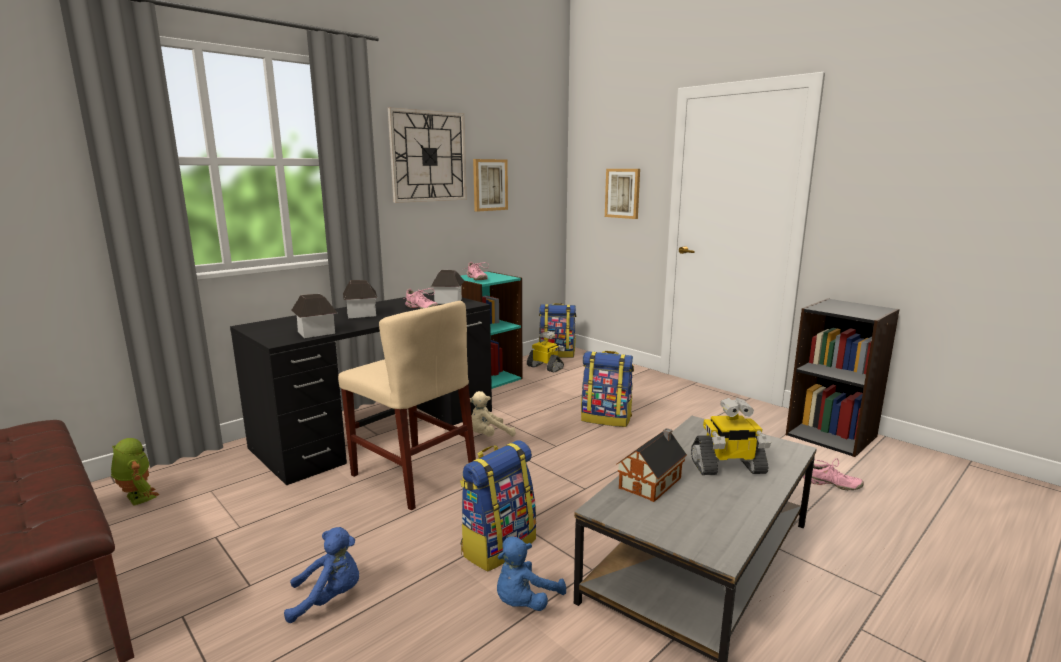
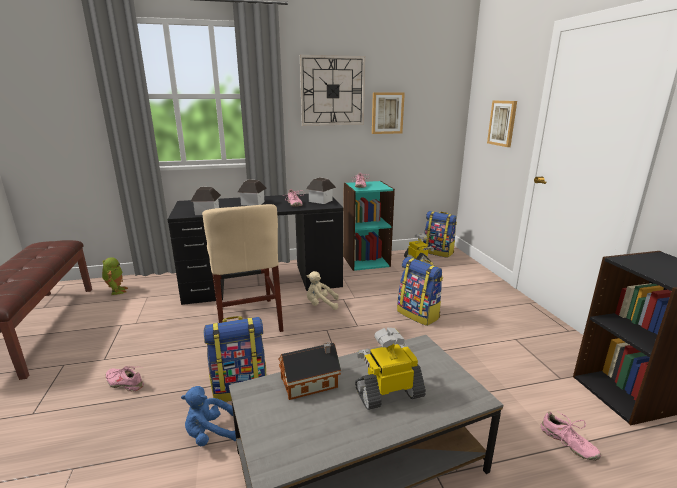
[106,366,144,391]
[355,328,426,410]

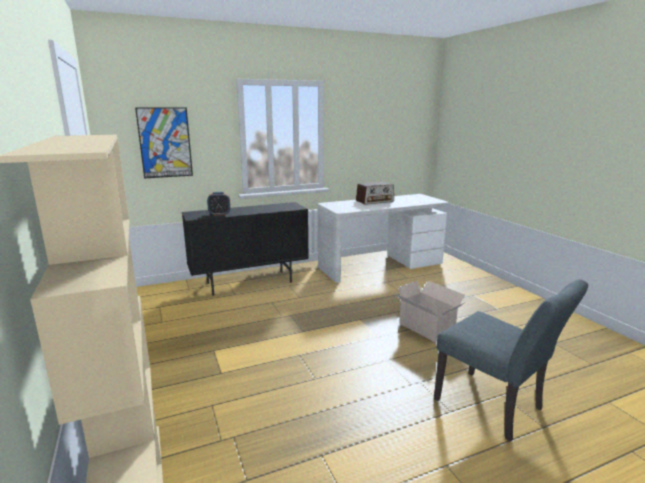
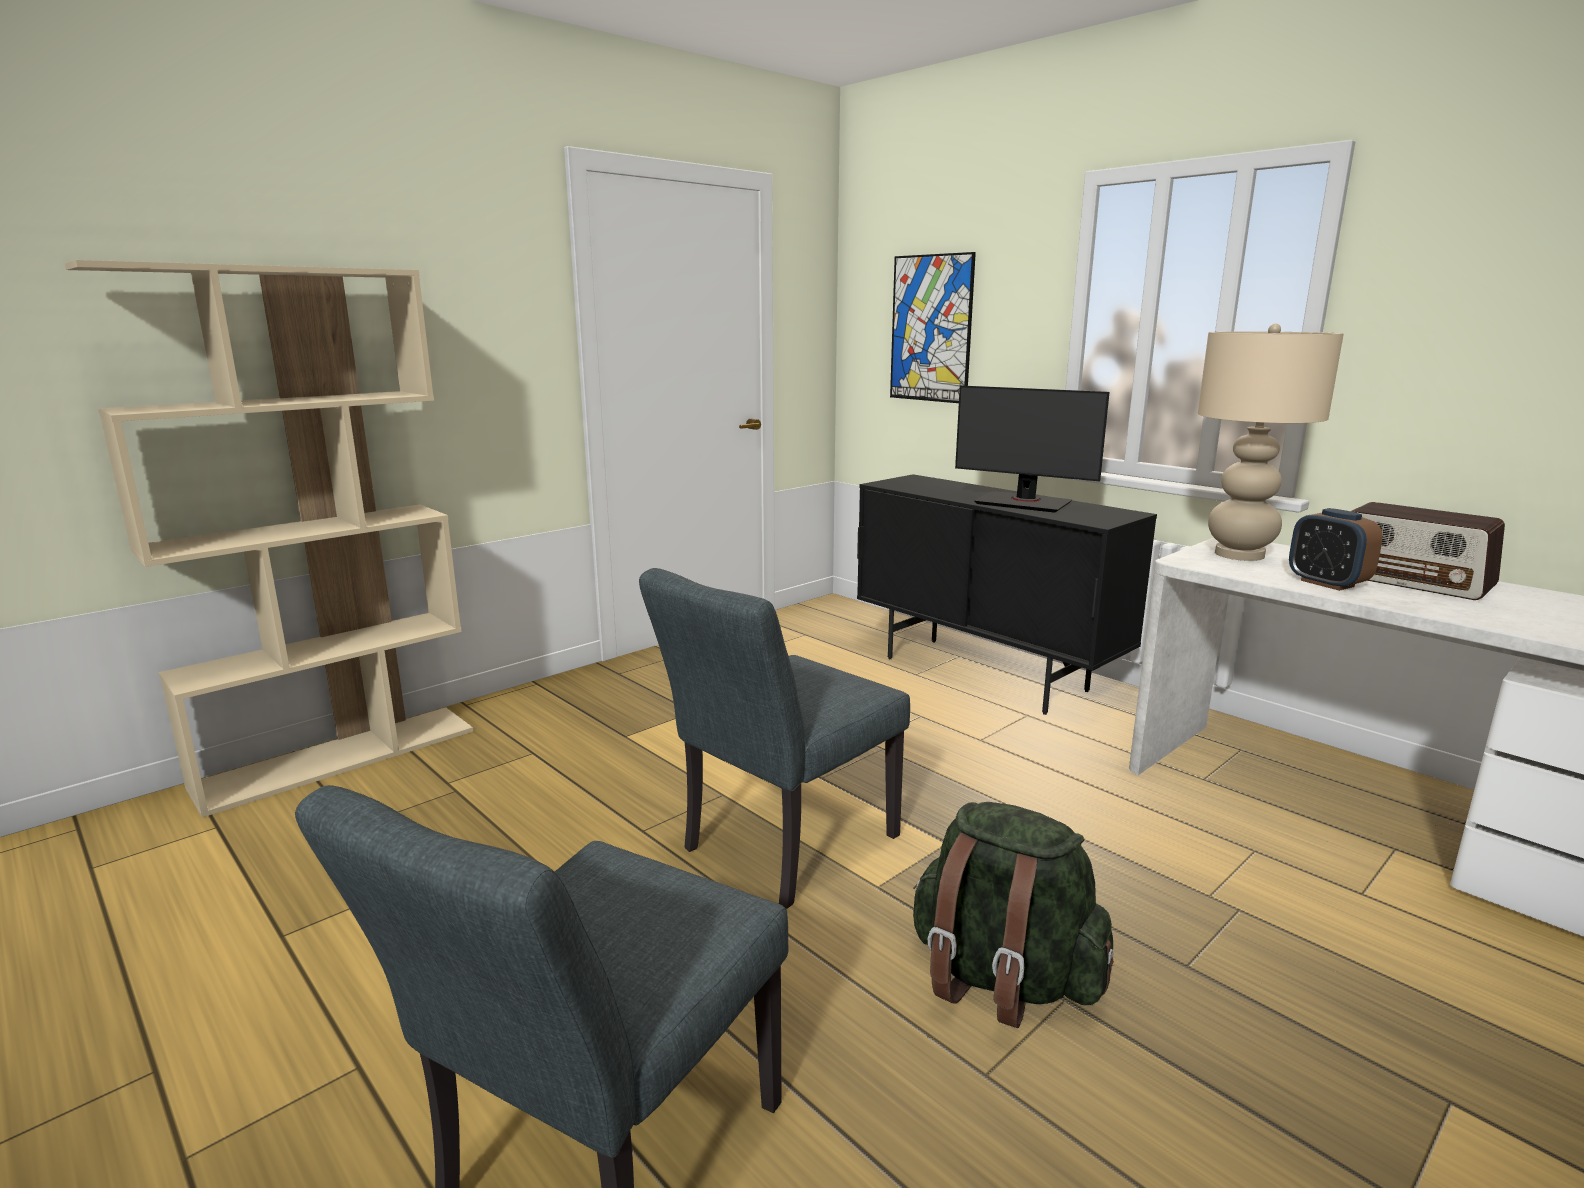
[639,568,910,909]
[955,385,1110,513]
[1198,323,1344,561]
[1289,508,1383,591]
[913,802,1114,1028]

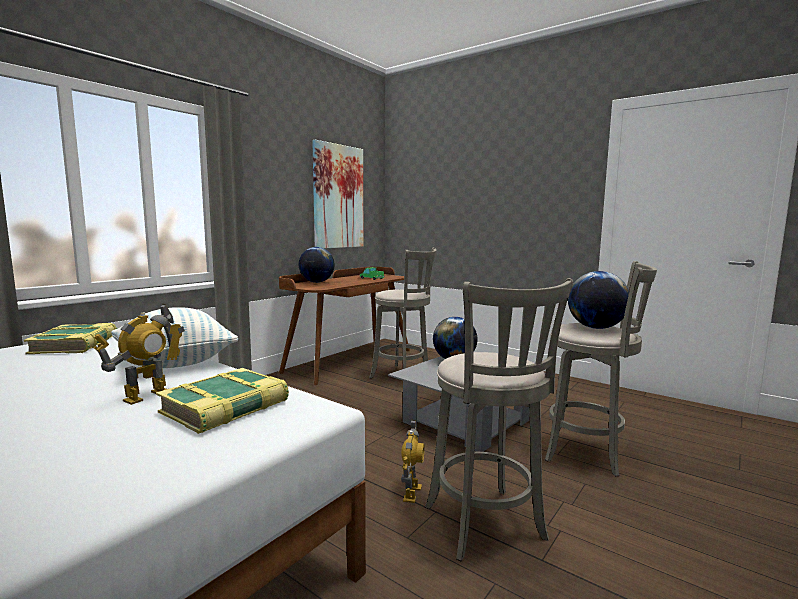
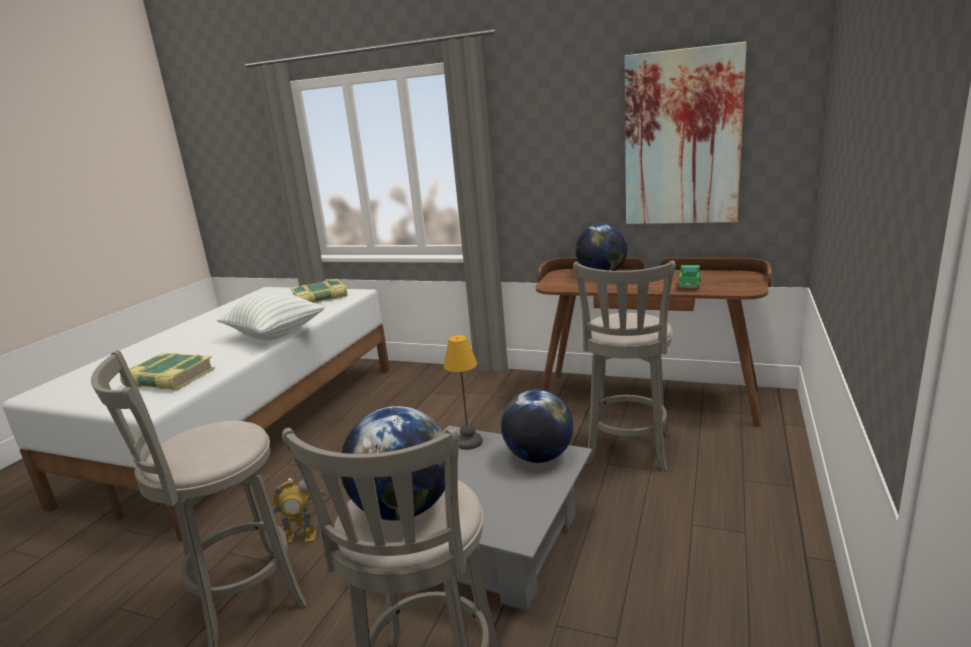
[94,304,185,405] (first image)
[444,335,483,450]

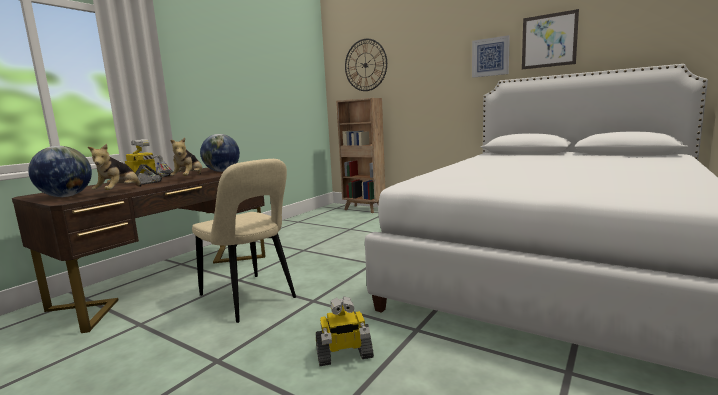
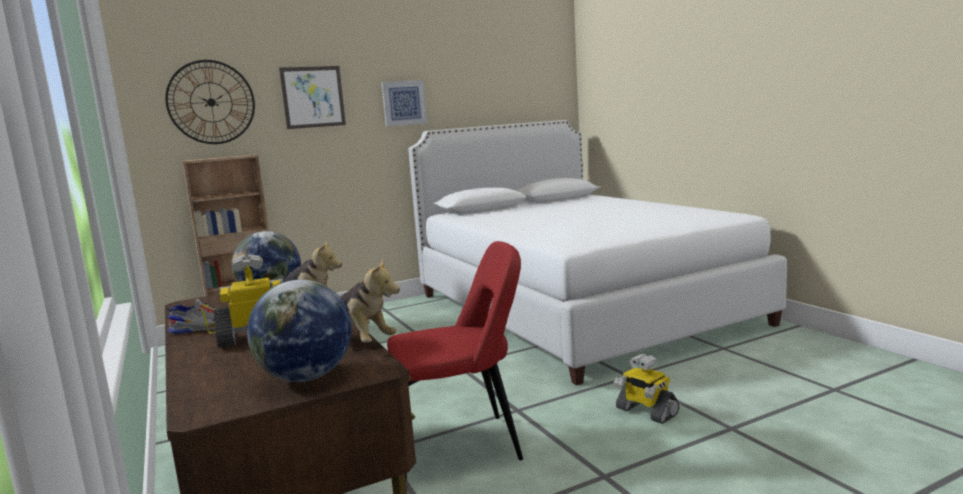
[279,66,346,129]
[387,241,523,481]
[614,354,680,424]

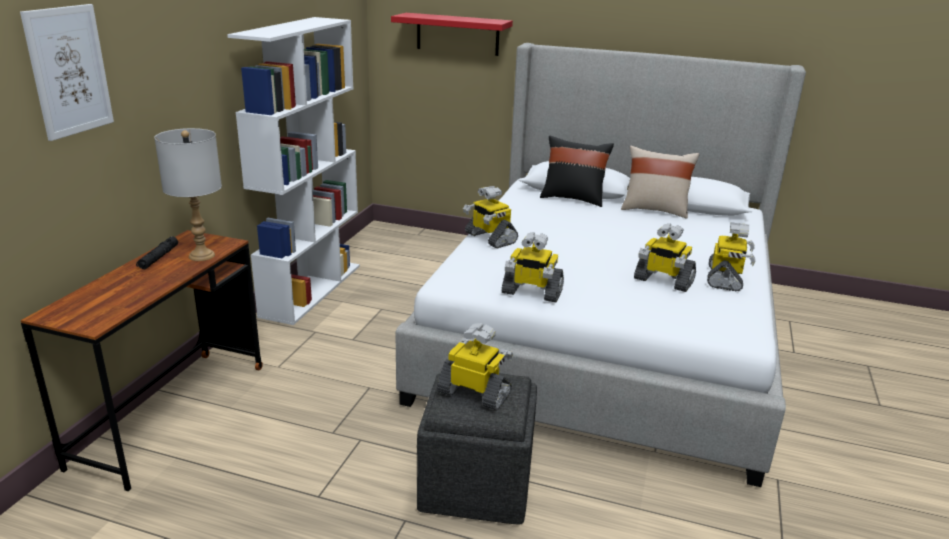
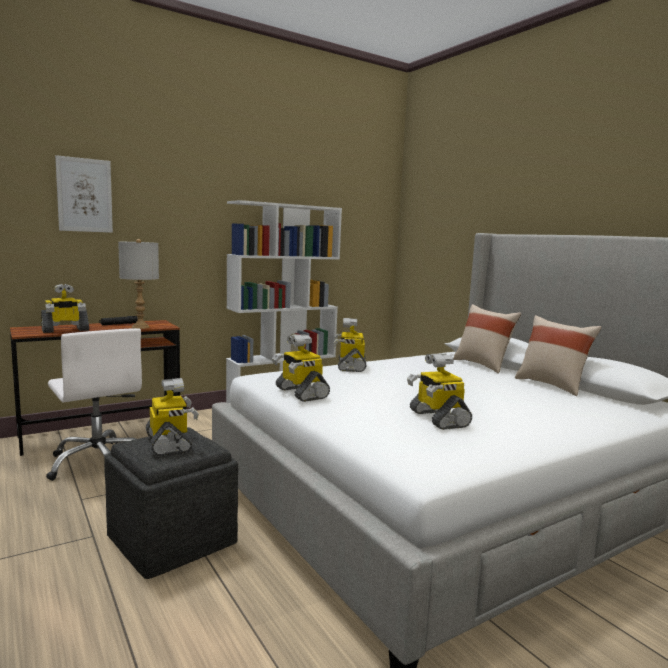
[391,13,513,56] (first image)
[46,328,142,481]
[41,284,89,333]
[453,304,521,374]

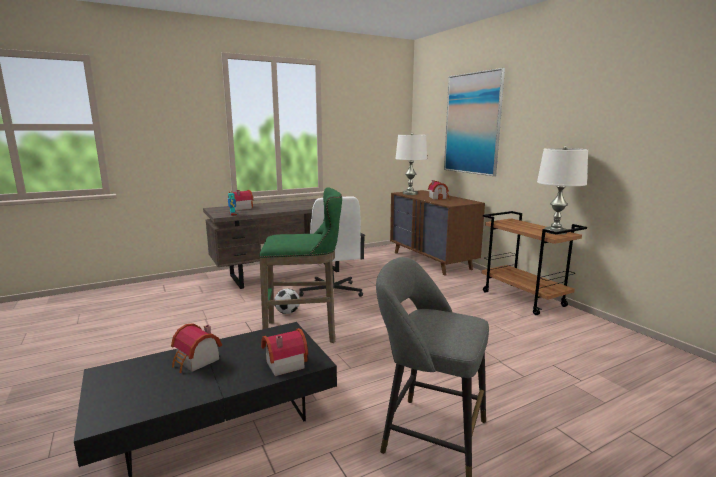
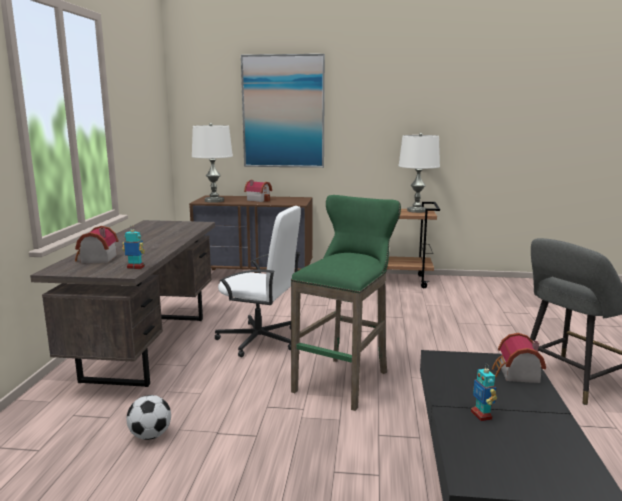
[126,395,171,440]
[471,363,497,421]

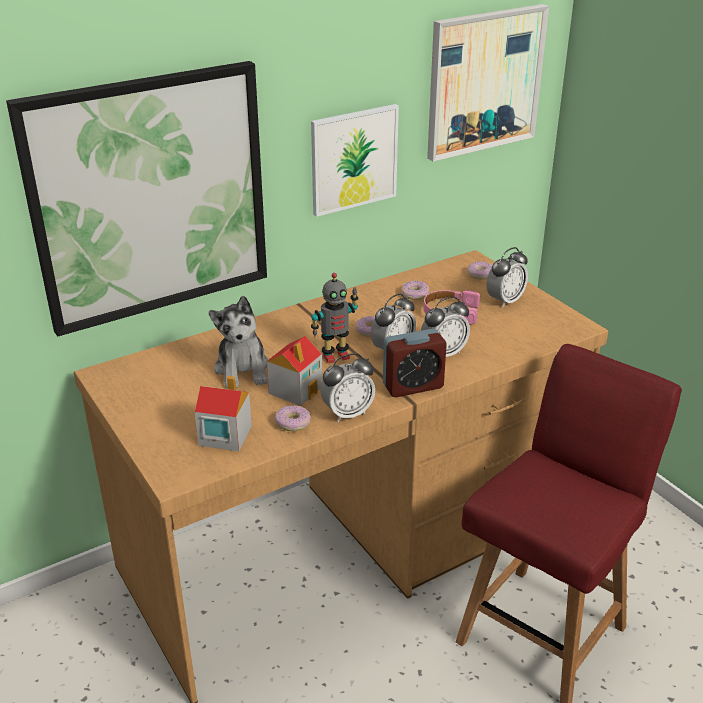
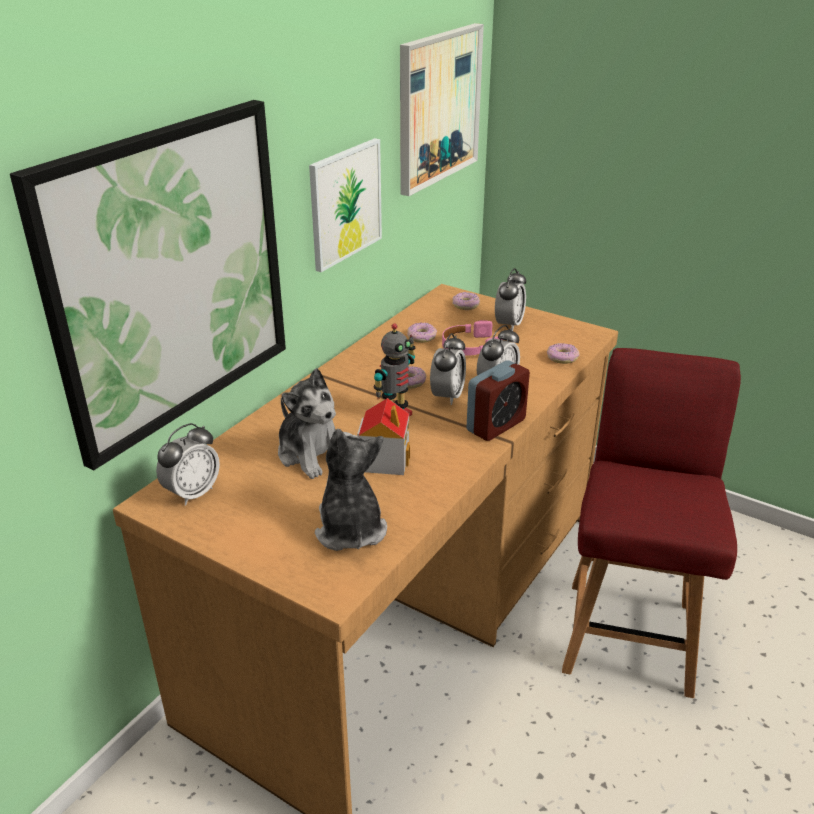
[547,343,580,364]
[156,423,220,506]
[315,429,387,551]

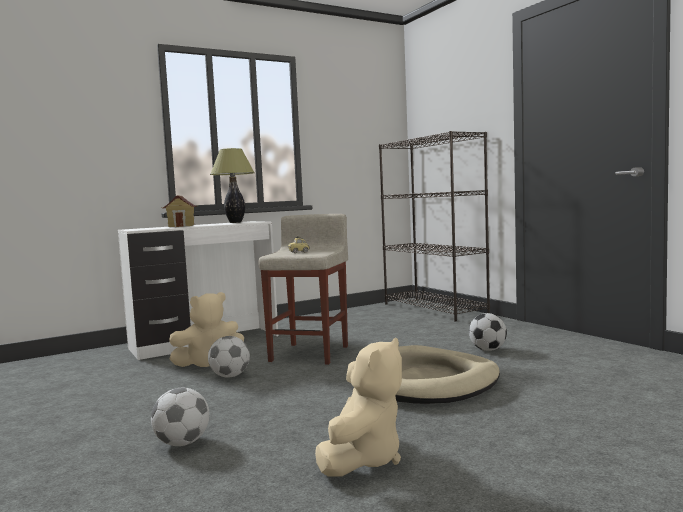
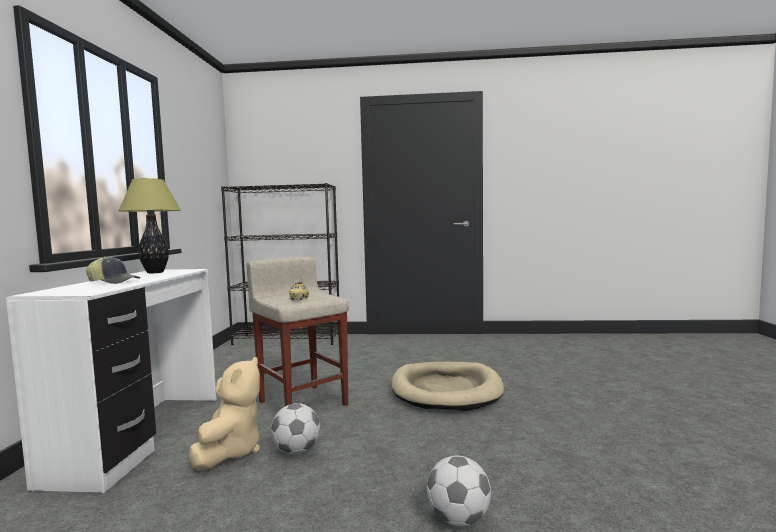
[315,338,402,477] (first image)
[469,313,507,351] (first image)
[86,257,140,284]

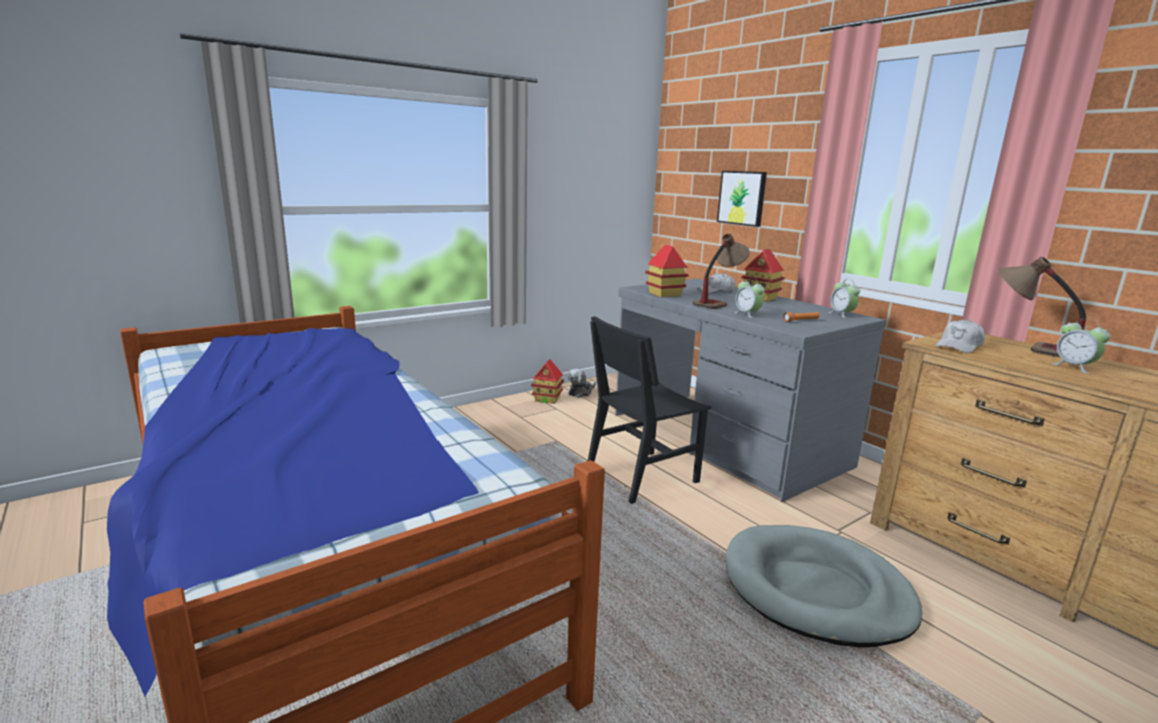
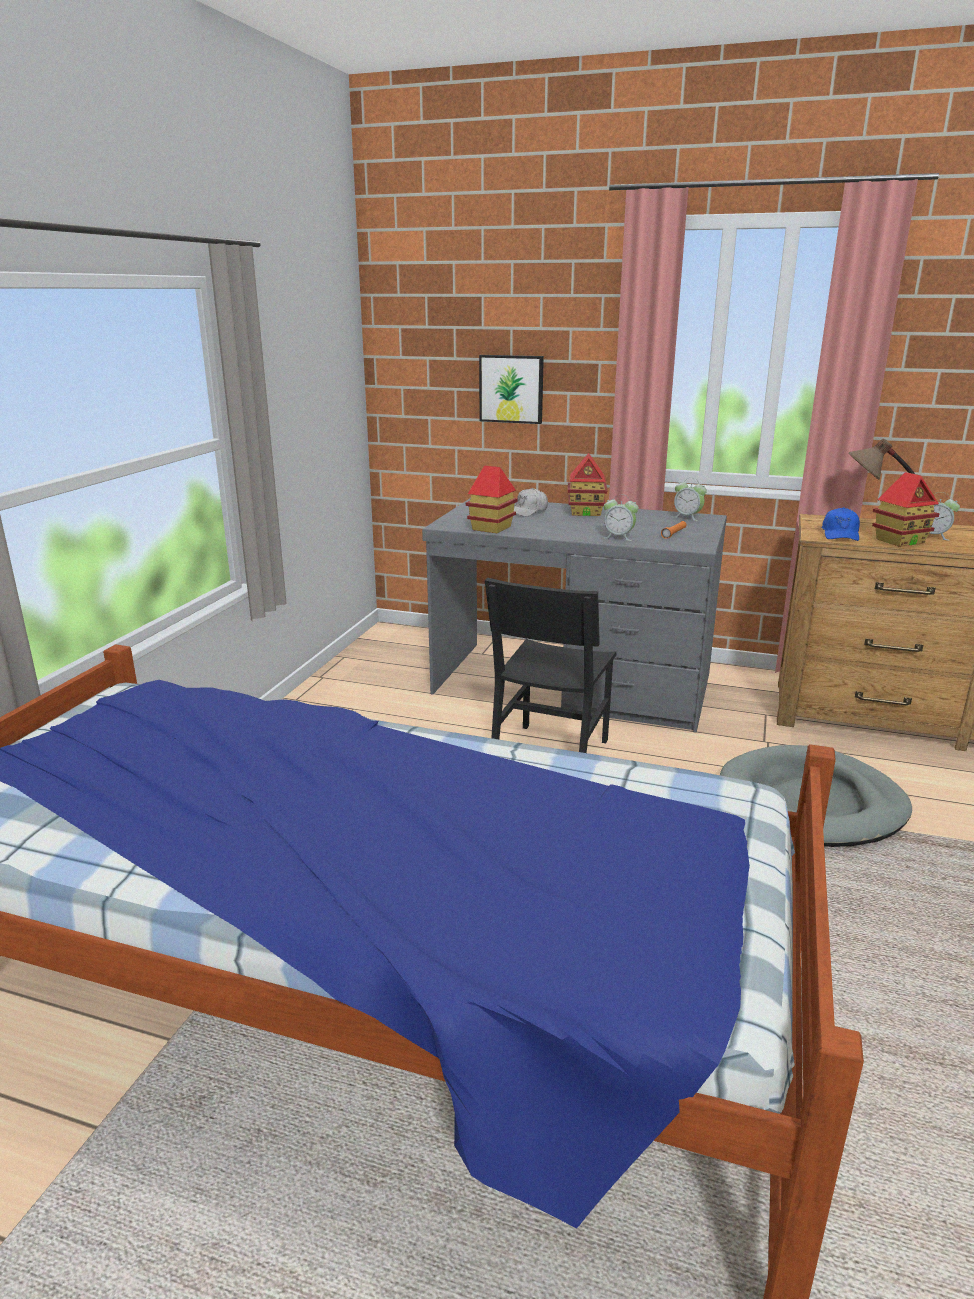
[568,369,596,398] (first image)
[692,234,750,309] (first image)
[872,472,940,547]
[822,507,860,541]

